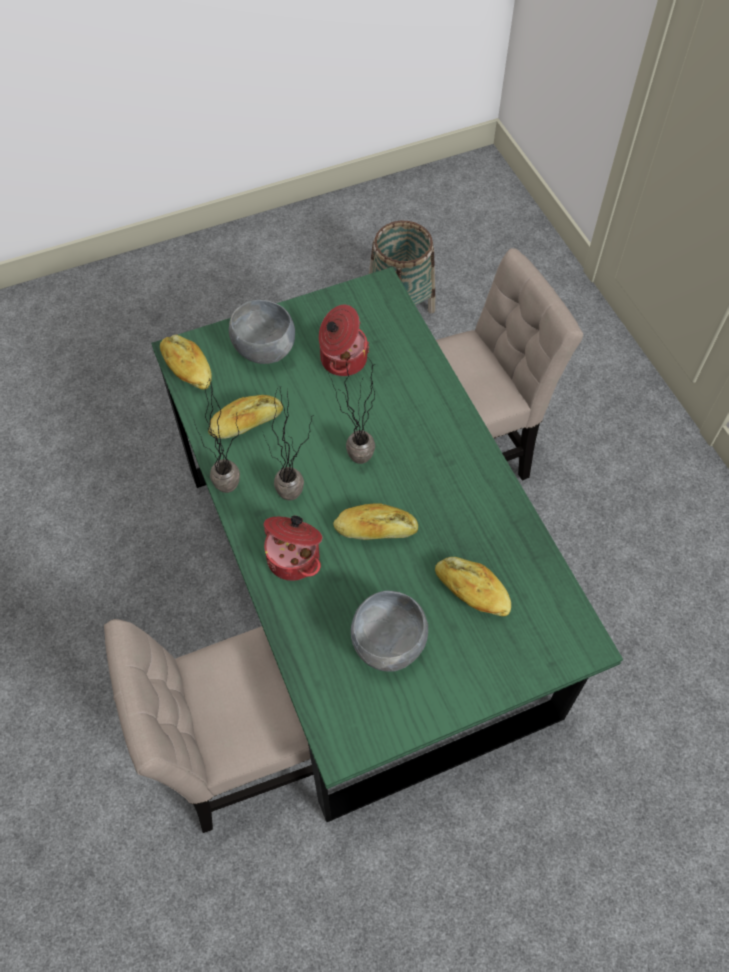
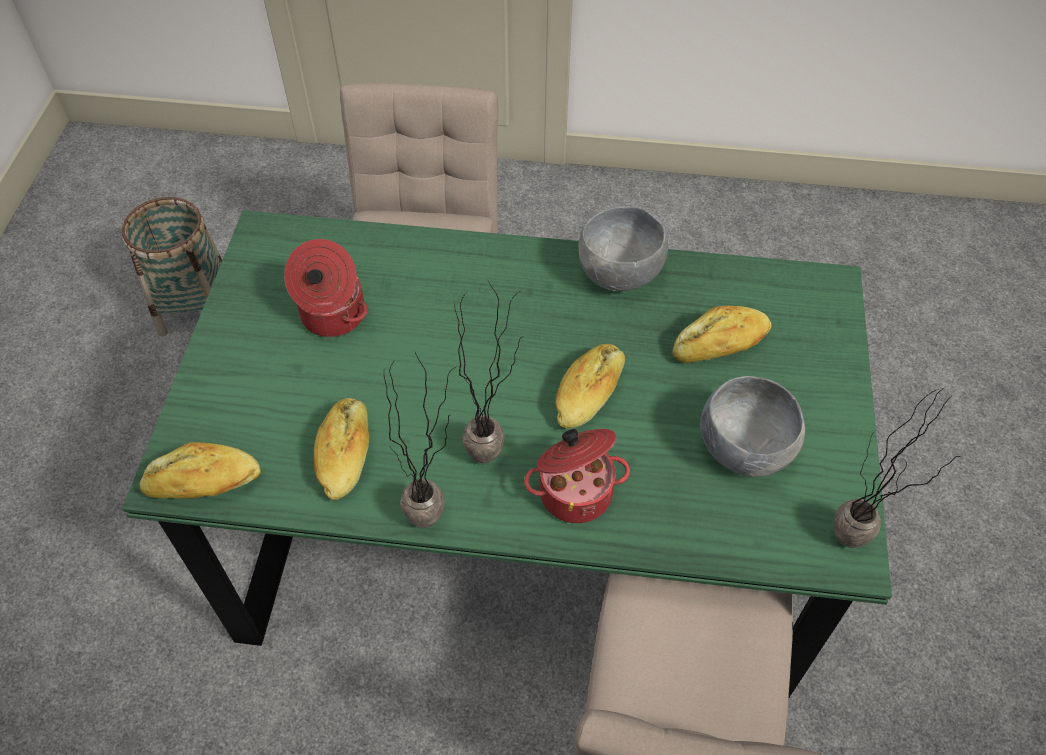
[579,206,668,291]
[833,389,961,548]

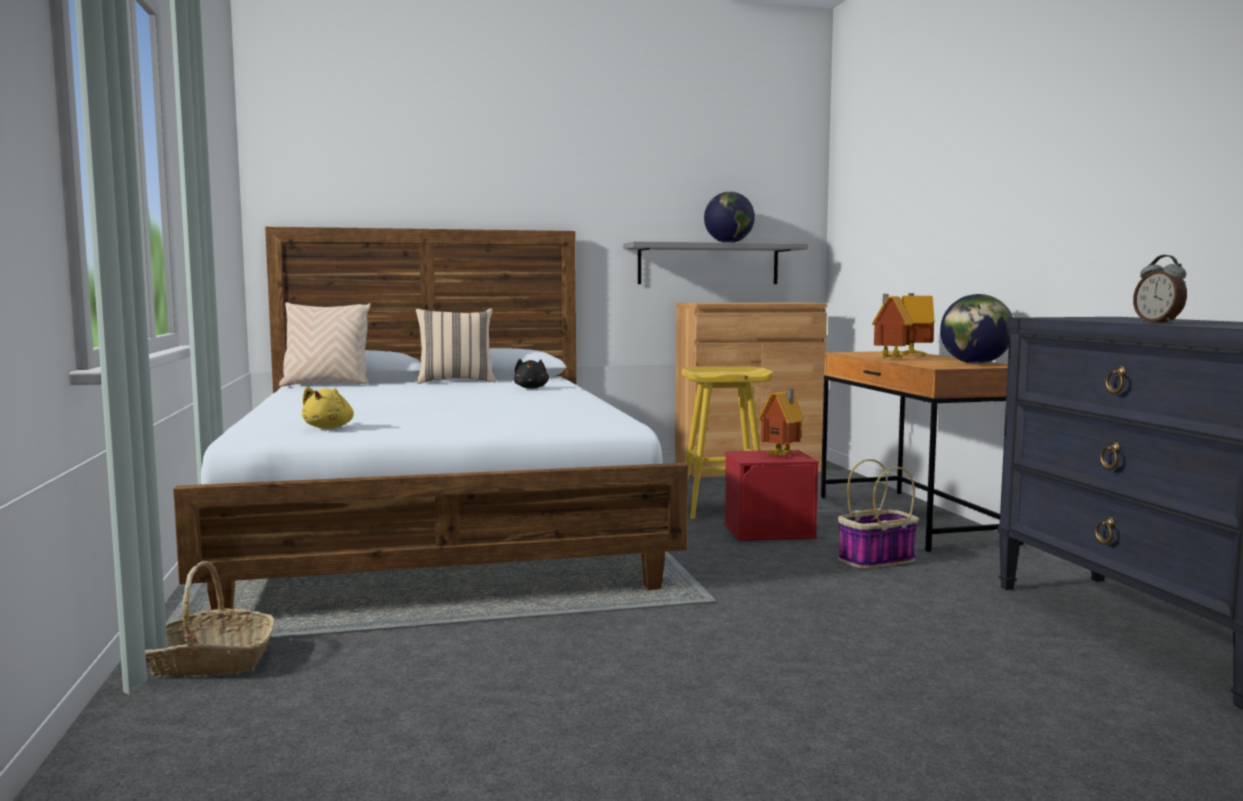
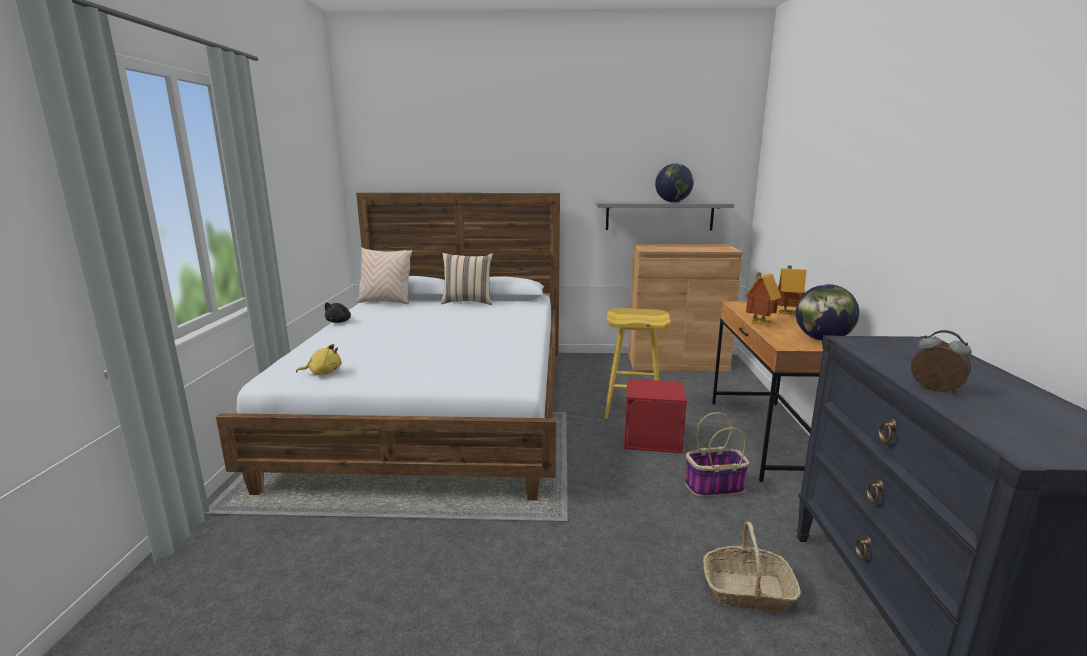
[758,389,804,456] (first image)
[703,521,801,612]
[325,302,351,323]
[296,344,342,375]
[911,330,972,393]

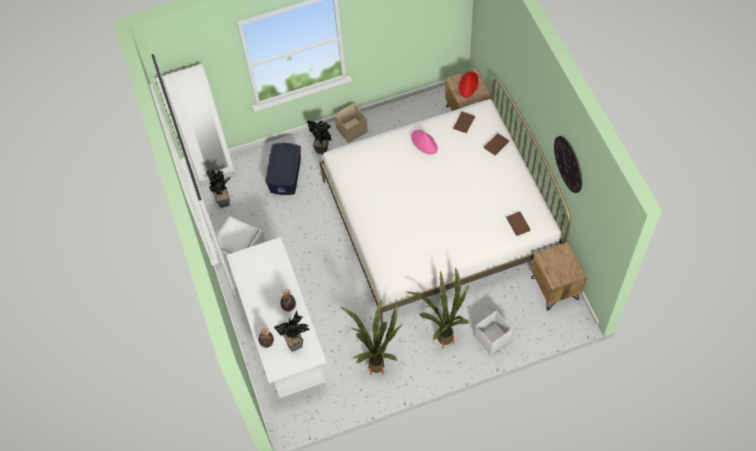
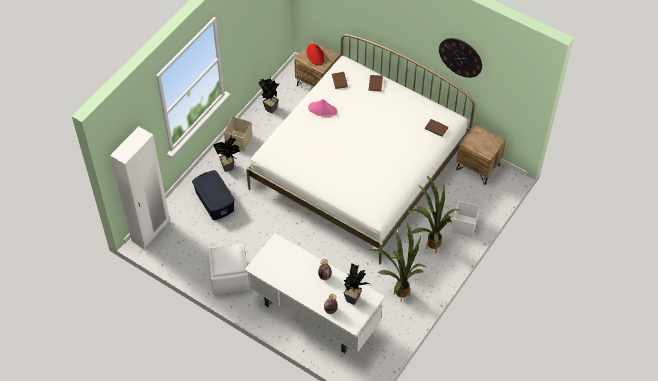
[259,77,279,114]

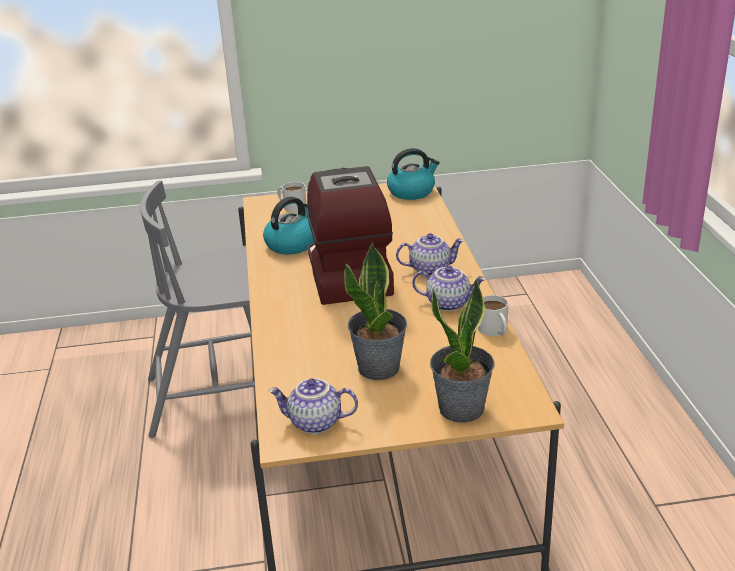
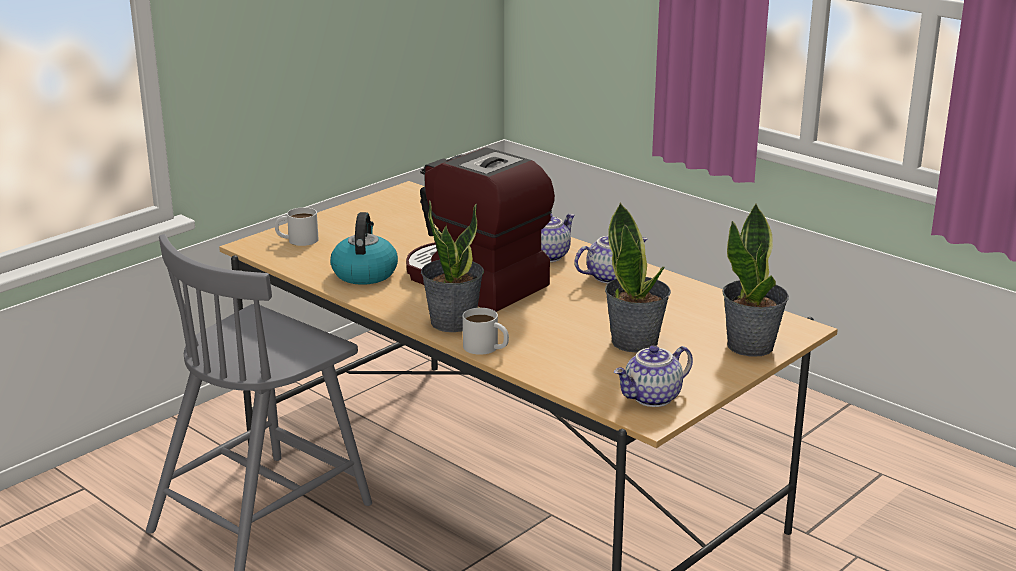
[387,148,440,200] (first image)
[421,201,484,332]
[463,308,509,355]

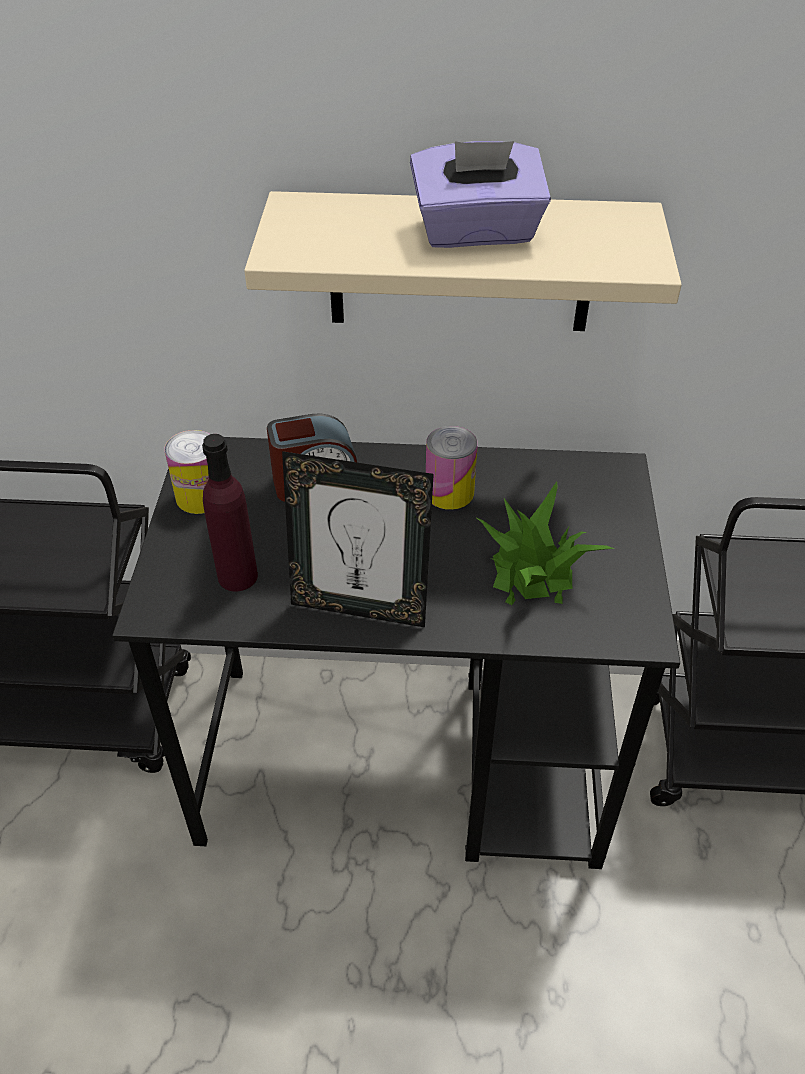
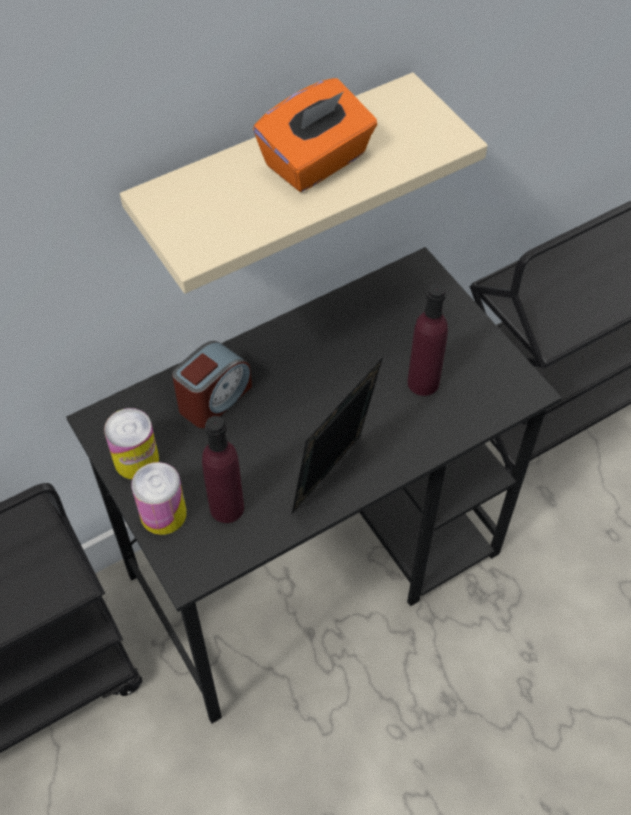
[131,462,187,535]
[407,283,448,396]
[253,78,377,192]
[292,357,383,513]

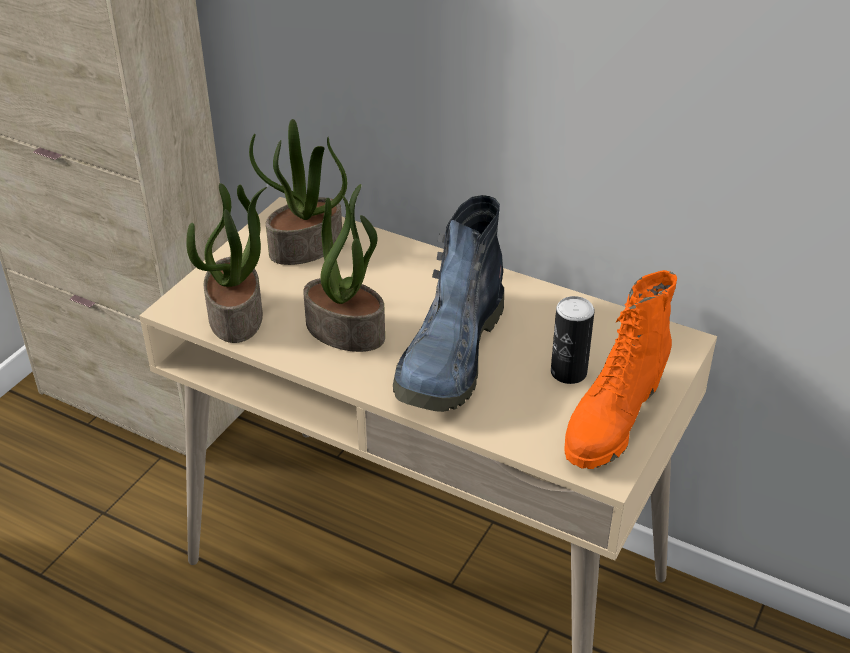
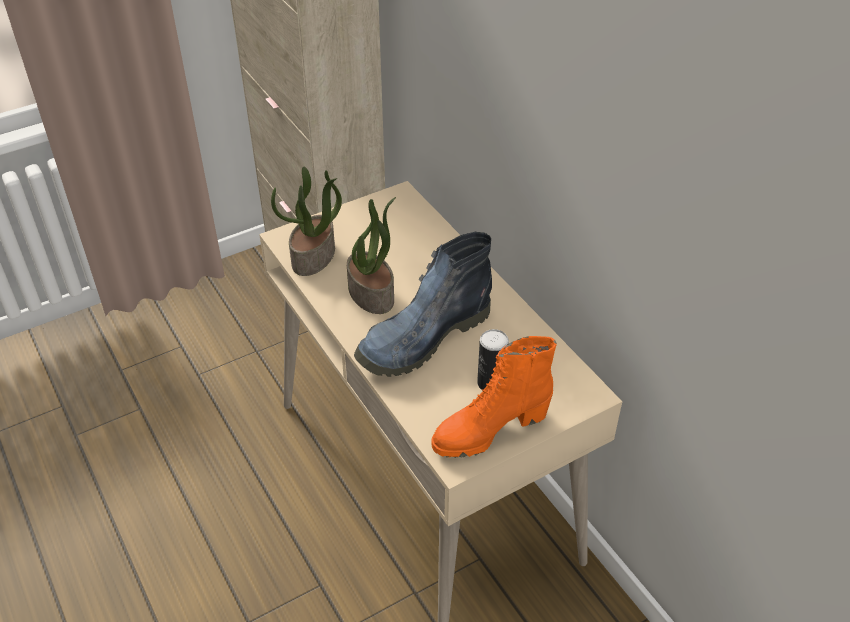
[249,119,347,265] (first image)

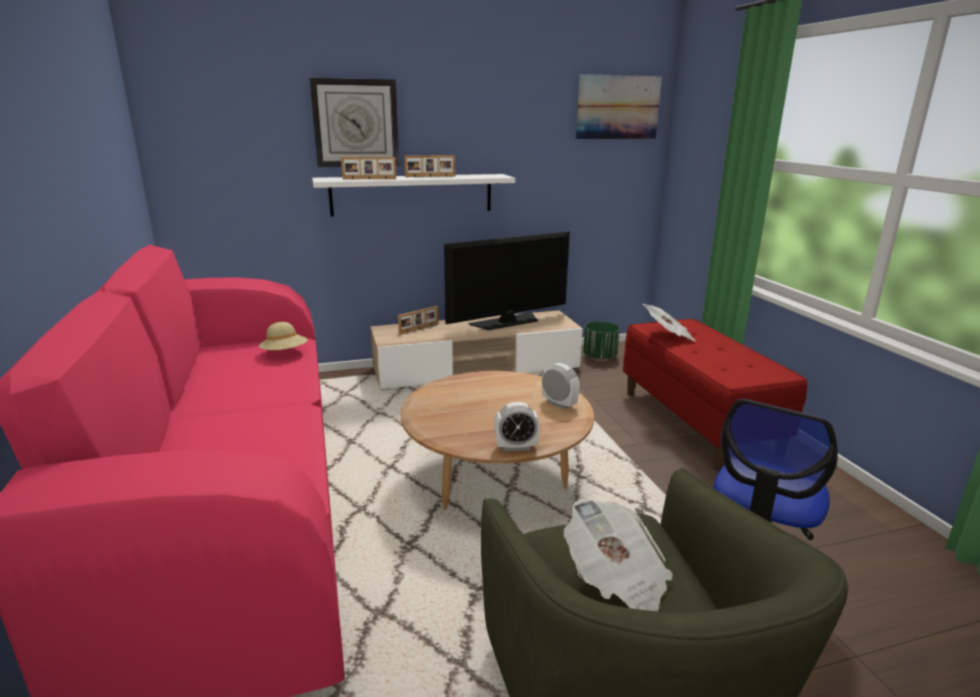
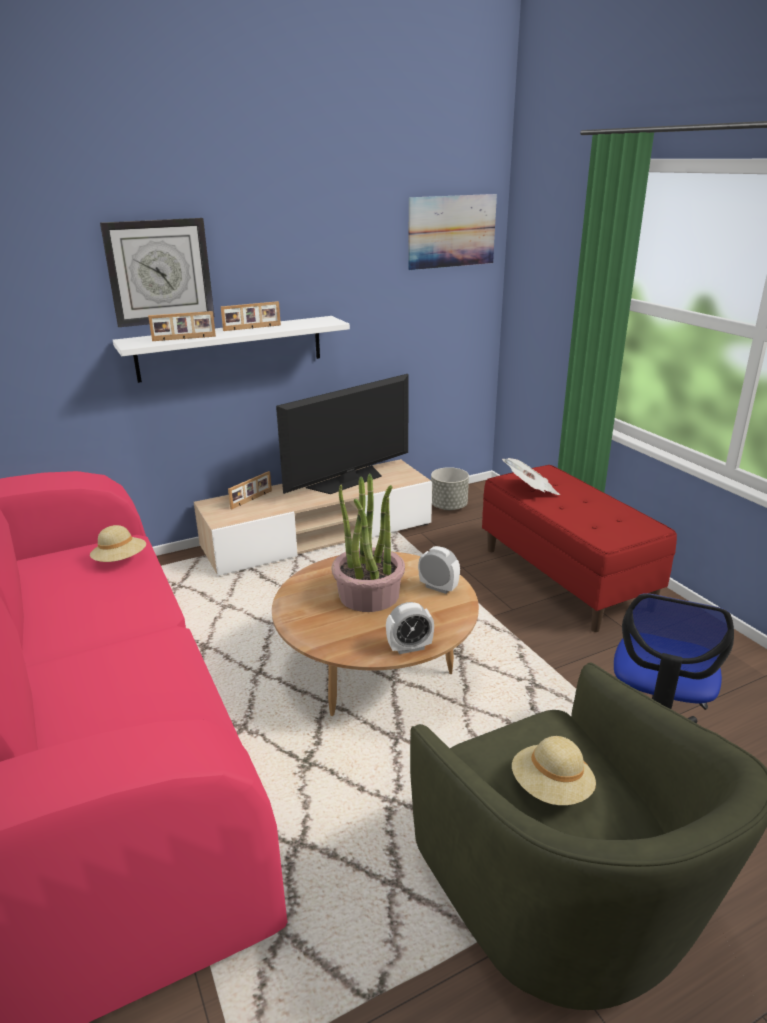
[331,473,405,612]
[512,736,596,805]
[431,467,469,510]

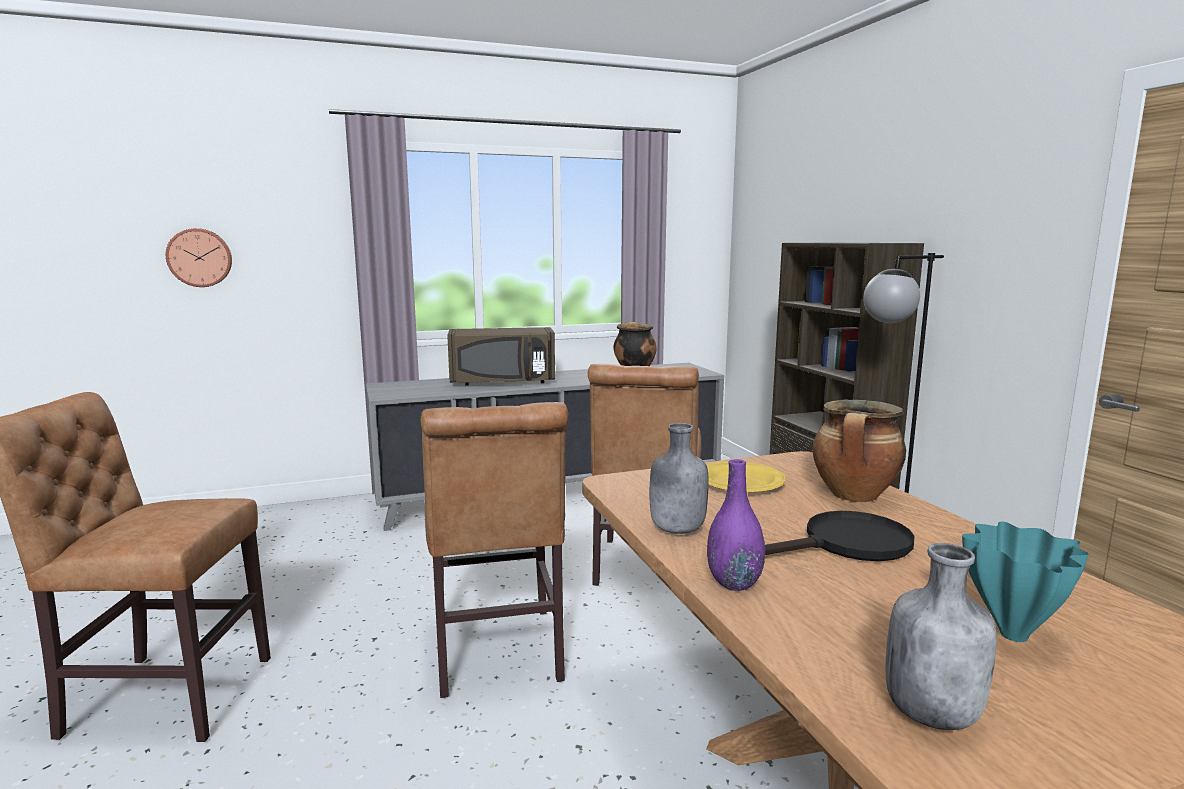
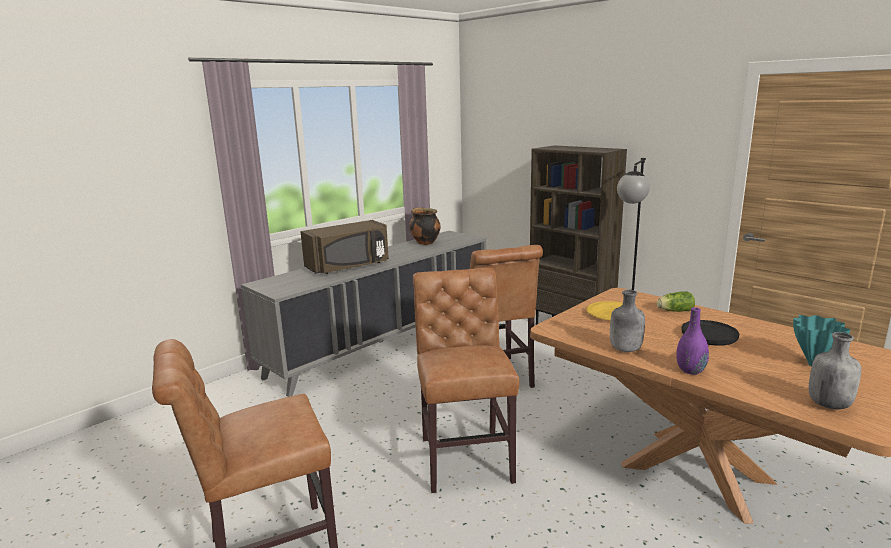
[166,228,232,287] (first image)
[657,291,695,312]
[413,268,520,493]

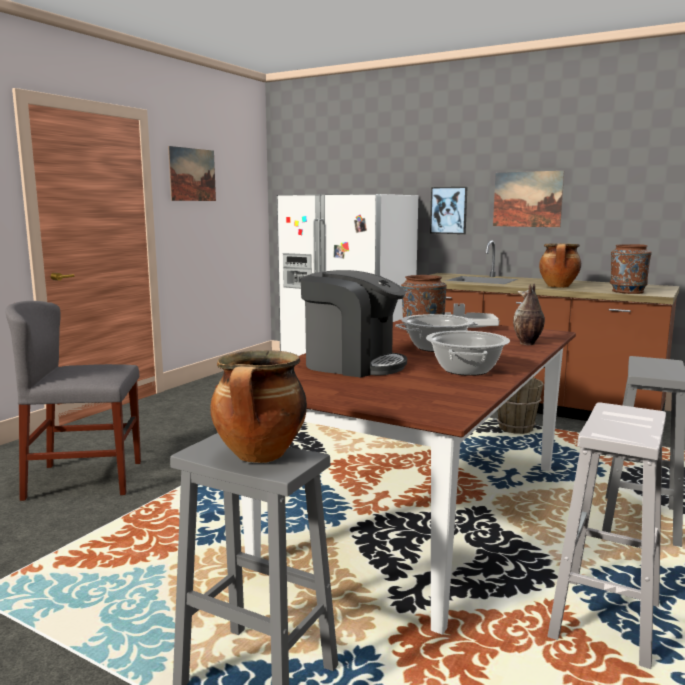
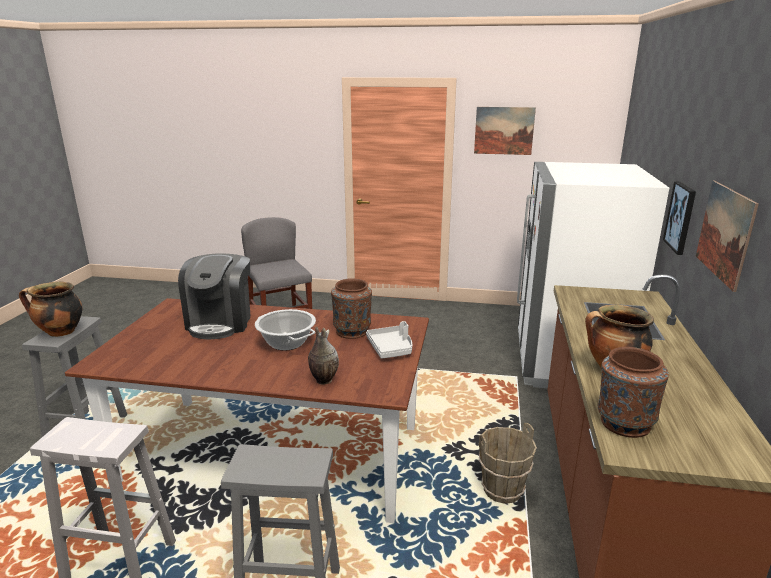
[426,331,510,376] (first image)

